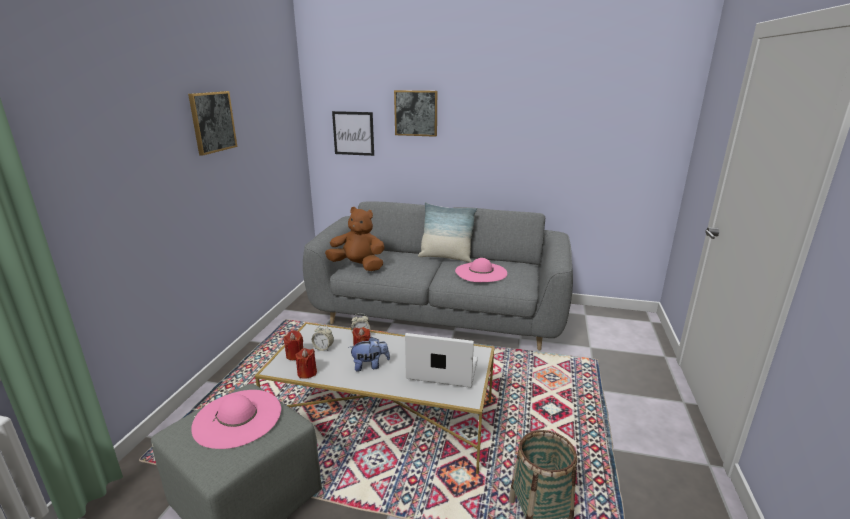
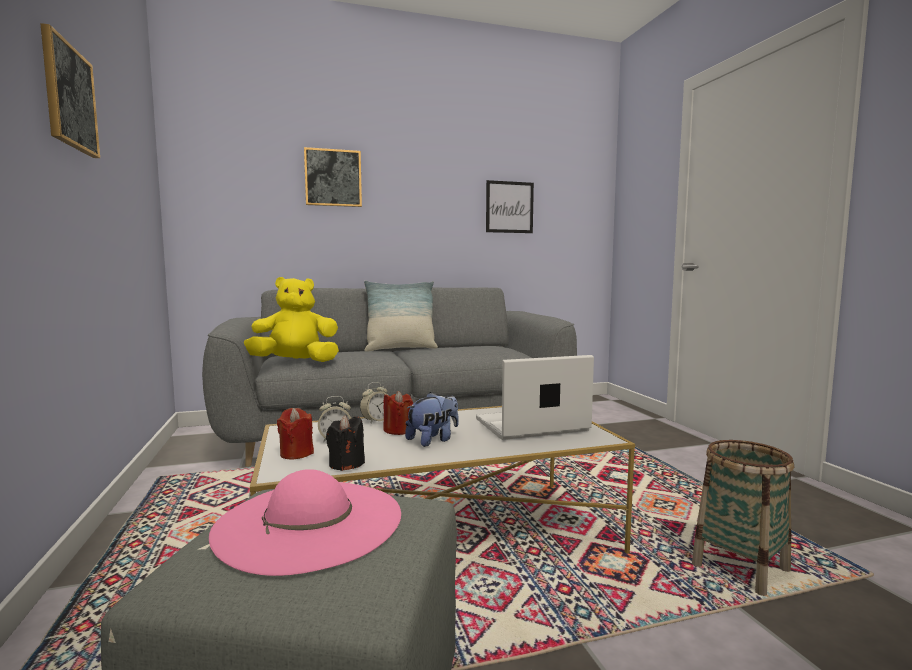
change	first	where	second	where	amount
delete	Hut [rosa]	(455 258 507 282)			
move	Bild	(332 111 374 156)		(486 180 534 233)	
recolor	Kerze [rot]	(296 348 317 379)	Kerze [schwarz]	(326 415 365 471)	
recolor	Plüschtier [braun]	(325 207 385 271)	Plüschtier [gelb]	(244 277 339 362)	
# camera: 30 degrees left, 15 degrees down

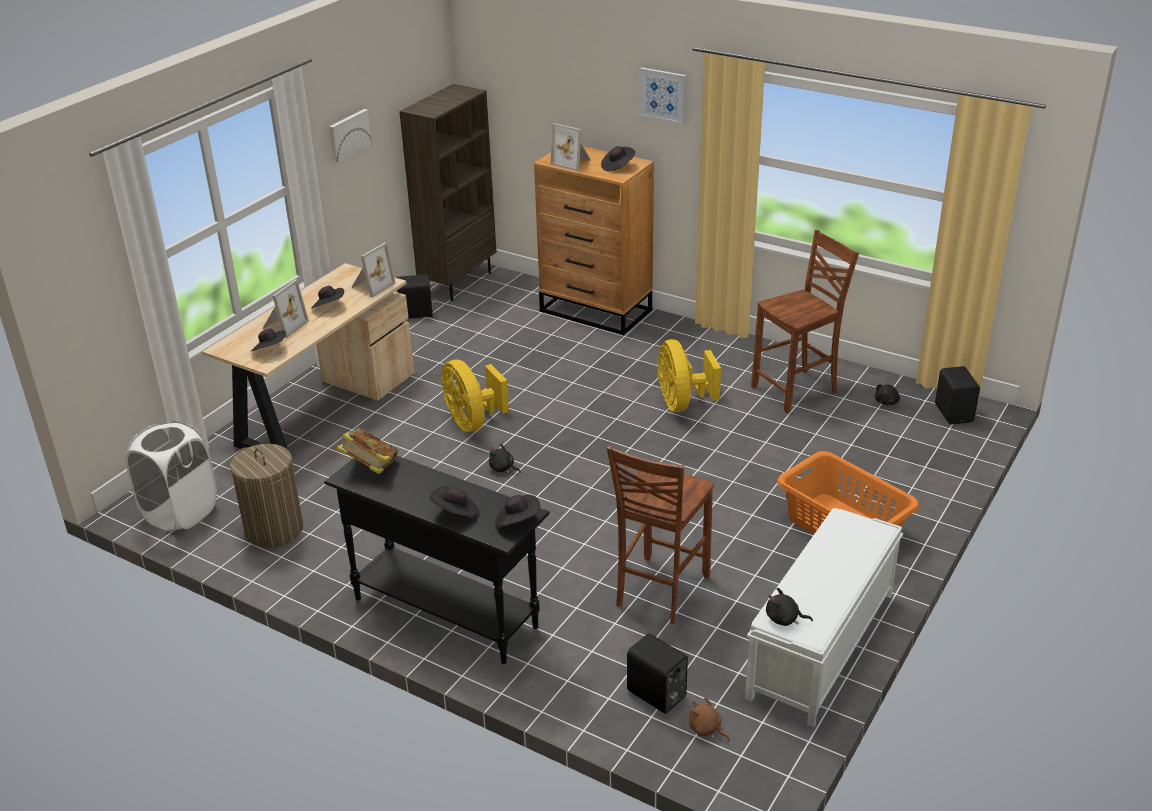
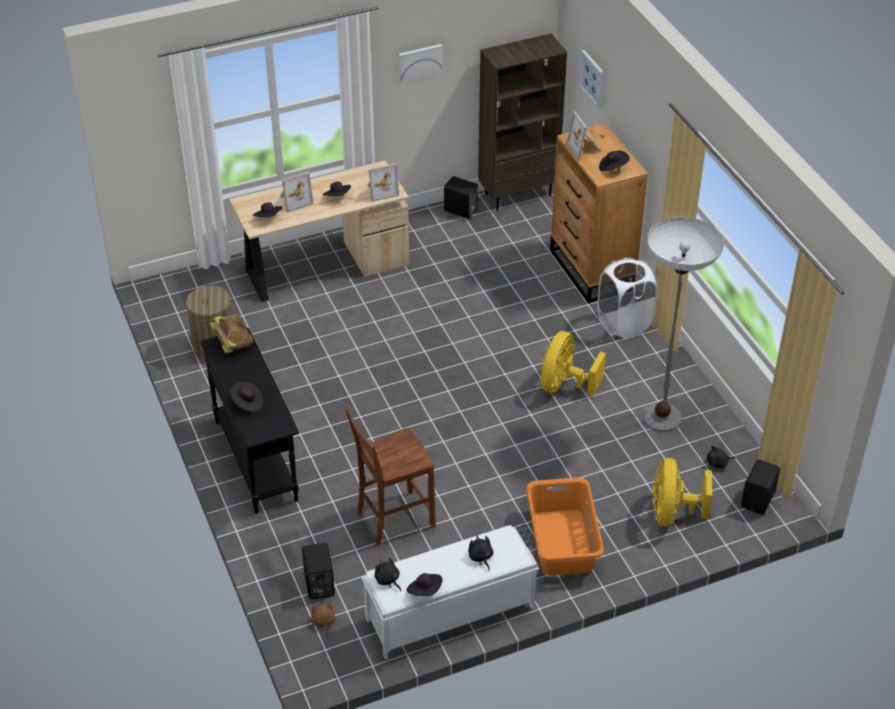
change	first	where	second	where	amount
move	Wäschekorb [weiß]	(126 421 217 532)		(597 258 657 338)	
move	Ventilator [gelb]	(442 359 509 432)		(652 458 712 526)	
move	Plüschtier [schwarz]	(489 443 521 473)		(468 535 494 571)	
move	Hut [schwarz]	(495 495 540 527)		(407 573 443 596)	
move	Bild	(640 67 687 125)		(579 50 603 108)	
replace	Stuhl [braun]	(751 230 859 413)	Stehlampe	(642 217 724 432)	
# camera: 35 degrees right, 10 degrees up

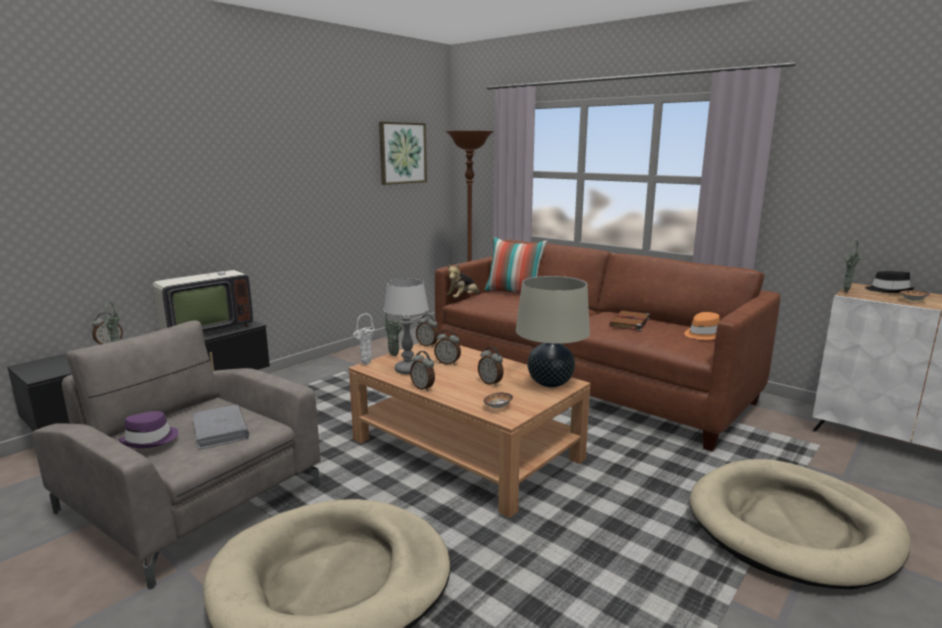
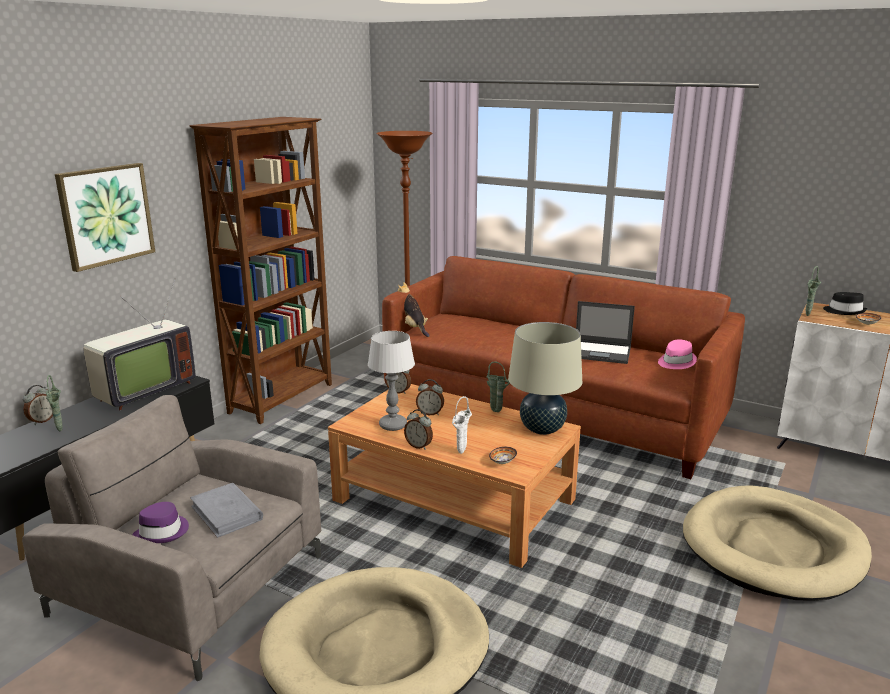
change	first	where	second	where	amount
delete	Wecker	(478 347 504 386)			
delete	Kissen	(484 237 547 293)			
insert			Bücherregal [braun]	(190 117 332 424)	
move	Vase [weiß]	(353 313 375 365)		(452 396 472 454)	
move	Bild	(379 121 427 185)		(55 163 155 272)	
move	Vase [grün]	(384 313 402 356)		(486 361 510 412)	
replace	Buch [braun]	(609 311 650 331)	Laptop	(576 301 635 364)	
recolor	Hut [orange]	(684 312 720 340)	Hut [rosa]	(658 339 697 369)	
rotate	Plüschtier	(447 264 480 298)		(398 282 430 337)	120 degrees clockwise
# camera: 10 degrees left, 5 degrees up

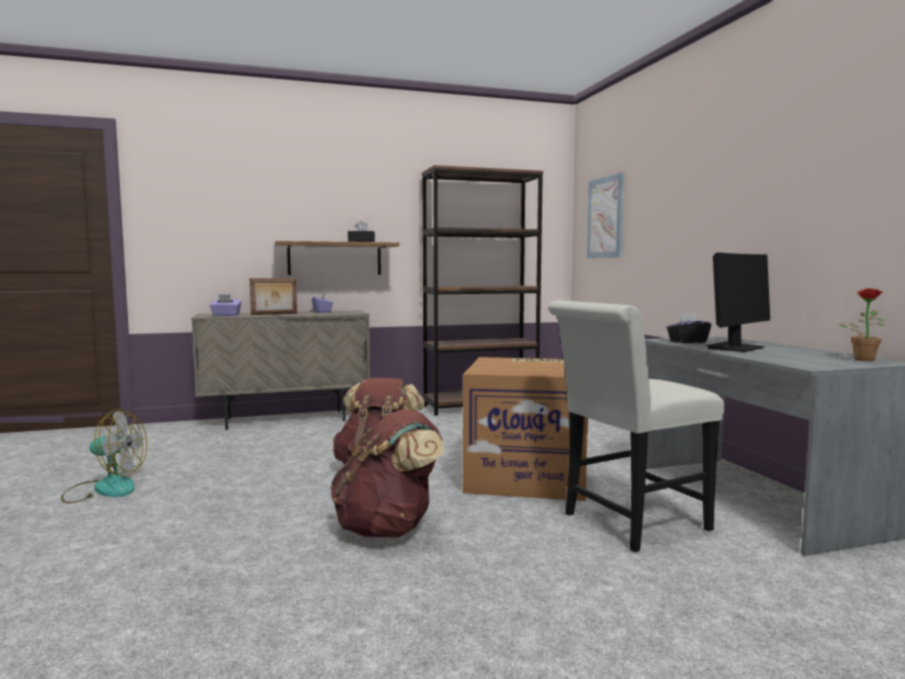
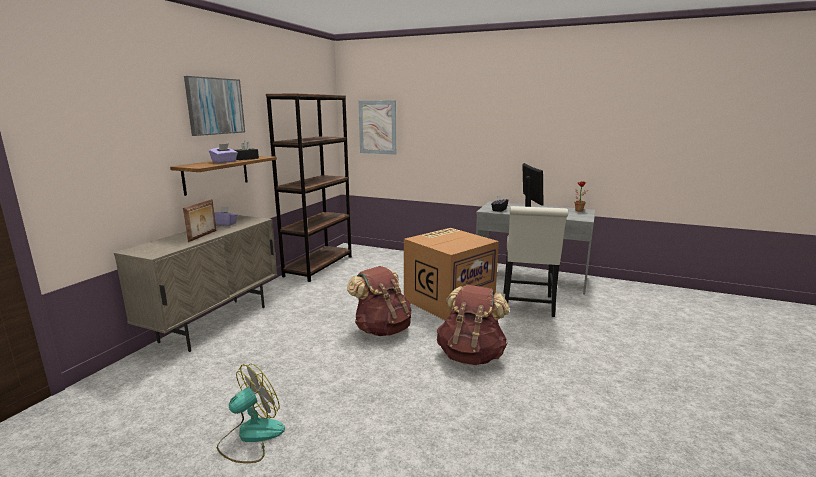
change	first	where	second	where	amount
insert			Bild	(184 76 245 136)	
move	Taschentuchbox [lila]	(209 294 242 316)		(209 143 238 163)	
# camera: 50 degrees left, 10 degrees up

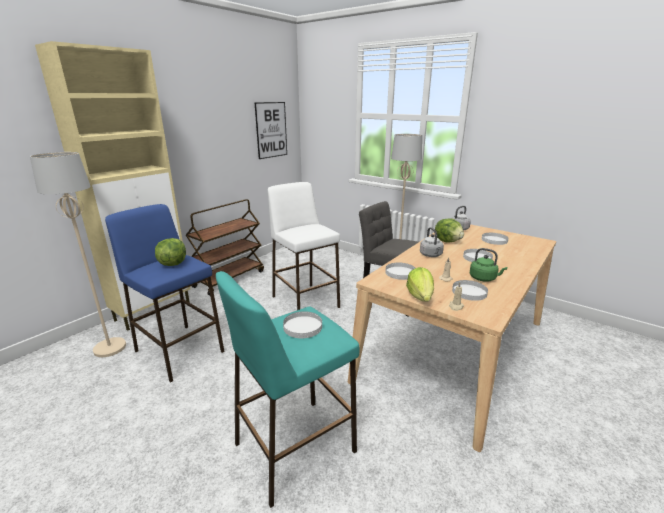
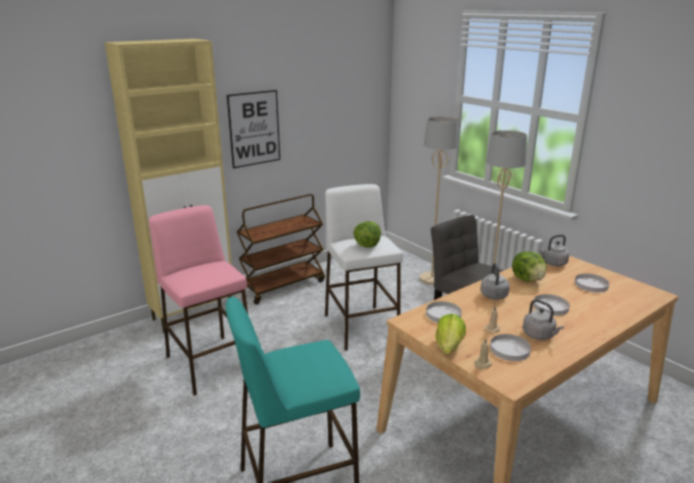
change	first	where	second	where	amount
delete	Teller [weiß]	(283 311 322 338)			
move	Stehlampe [beige]	(30 152 126 357)		(420 116 459 285)	
move	Salatkopf	(155 238 186 266)		(354 221 381 248)	
move	Bild	(255 102 287 159)		(227 90 280 168)	
recolor	Hocker [blau]	(105 204 225 382)	Hocker [rosa]	(149 205 248 396)	
recolor	Wasserkessel [grün]	(470 248 507 282)	Wasserkessel [grau]	(523 300 564 340)	
# camera: 15 degrees right, 0 degrees up

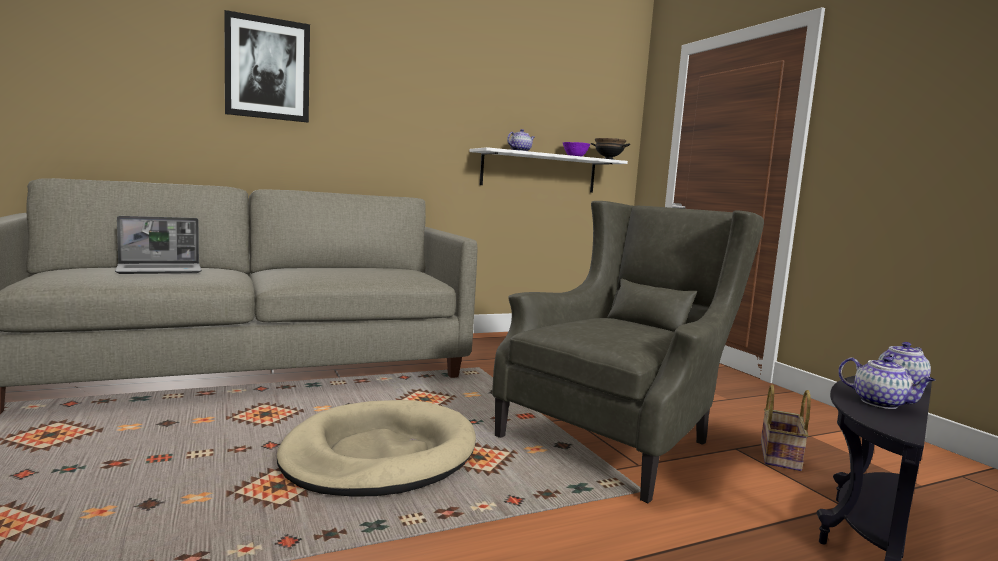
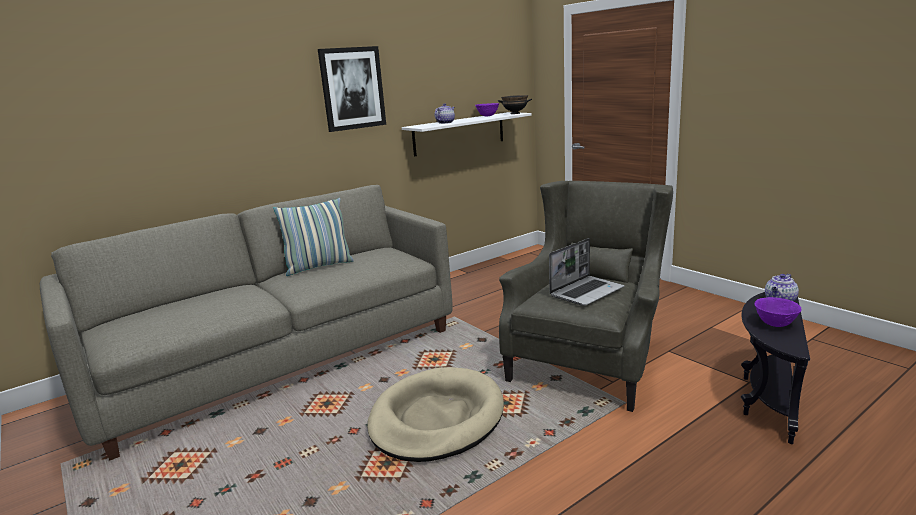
change	first	where	second	where	amount
delete	Korb	(761 385 811 471)			
insert			Kissen	(273 198 354 276)	
move	Laptop	(115 216 202 274)		(549 238 624 306)	
move	Bild	(224 10 310 122)		(318 46 386 132)	
replace	Teekanne	(838 356 935 409)	Schüssel [lila]	(754 297 802 327)	
# camera: 10 degrees left, 10 degrees up

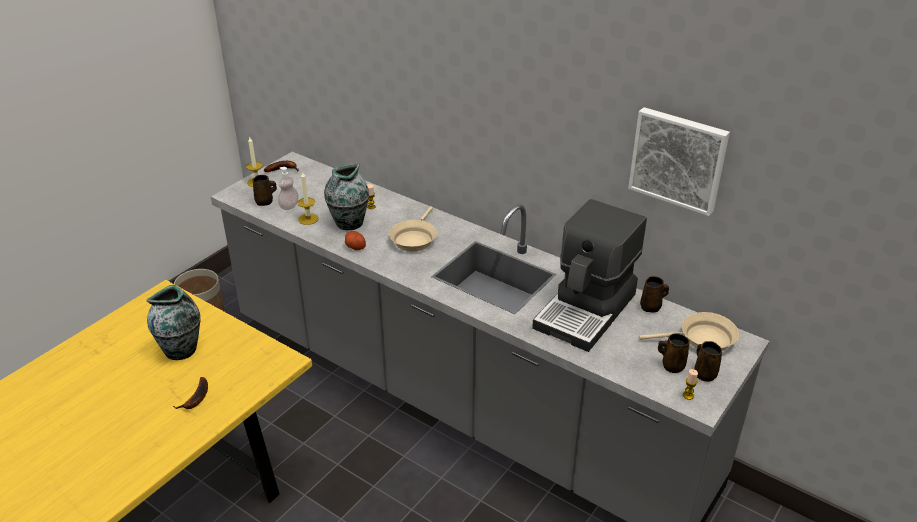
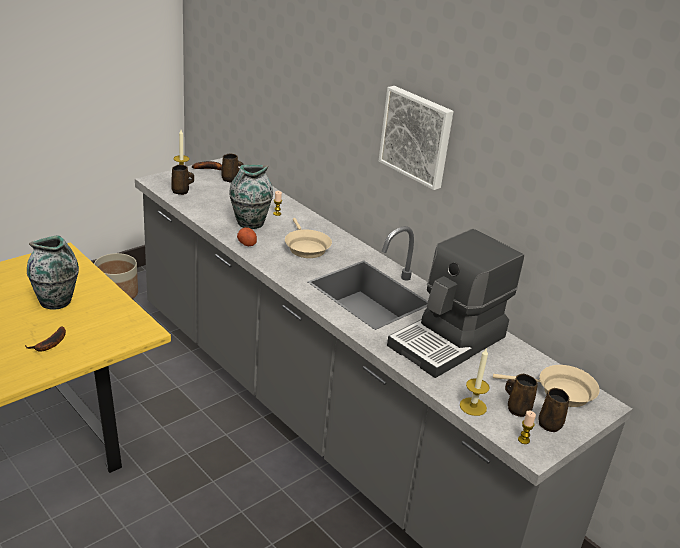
change	first	where	second	where	amount
delete	Seifenspender	(278 167 299 210)			
move	Kerze	(298 171 319 225)		(460 349 490 416)	
move	Bild	(628 107 730 216)		(379 86 454 190)	
move	Henkelbecher [braun]	(640 276 669 313)		(221 153 244 182)	
rotate	Pfanne [beige]	(389 206 437 251)		(285 218 332 258)	45 degrees counterclockwise
# camera: 10 degrees right, 5 degrees down

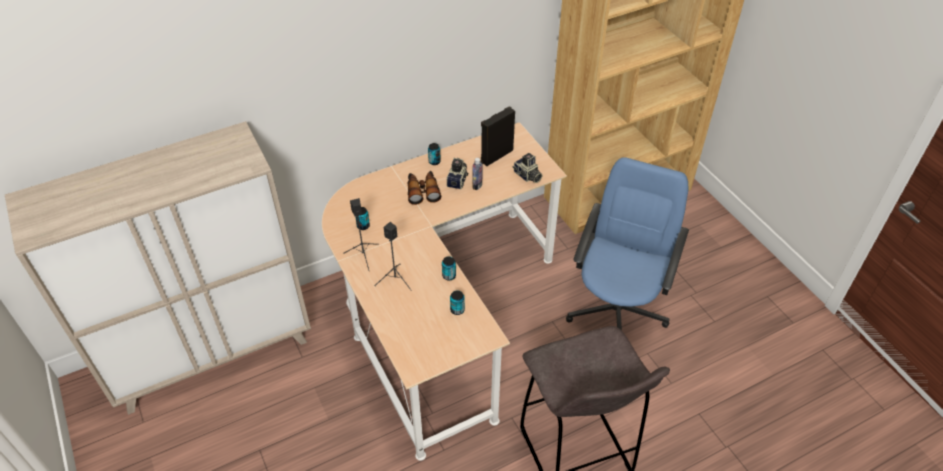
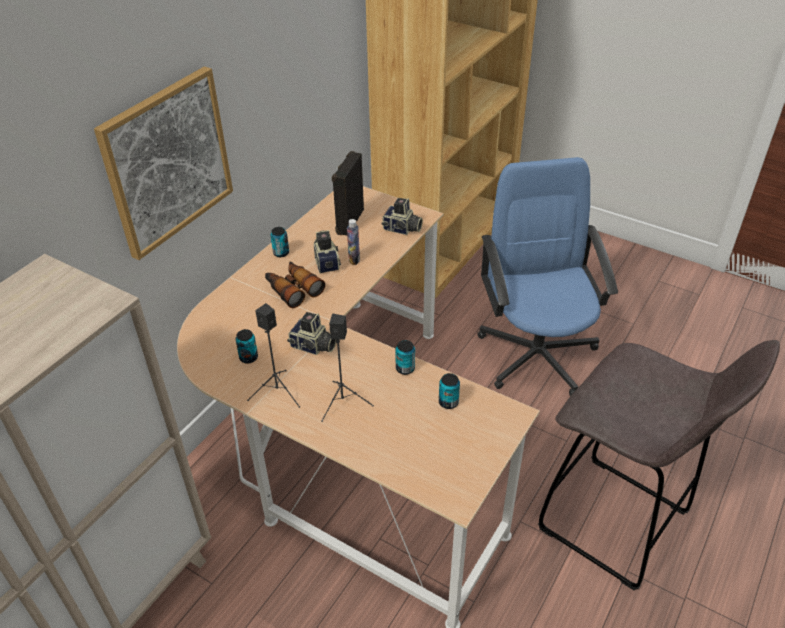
change	first	where	second	where	amount
insert			Bild	(94 66 233 260)	
insert			Kamera	(287 312 336 355)	
# camera: 30 degrees left, 5 degrees down

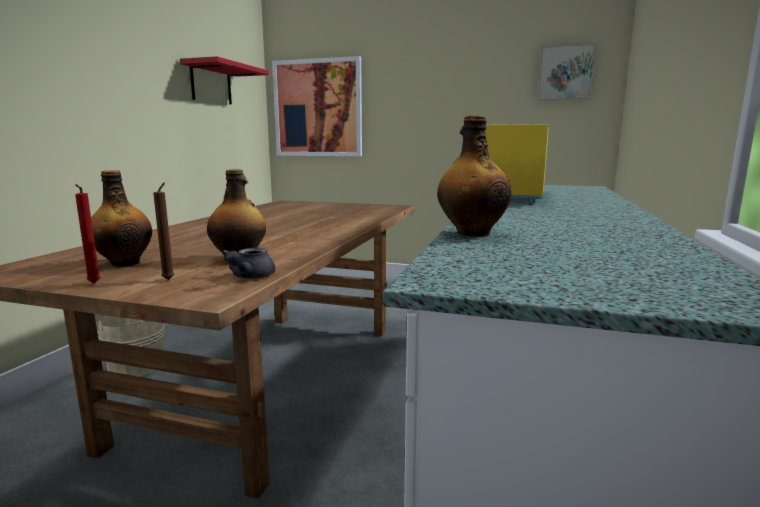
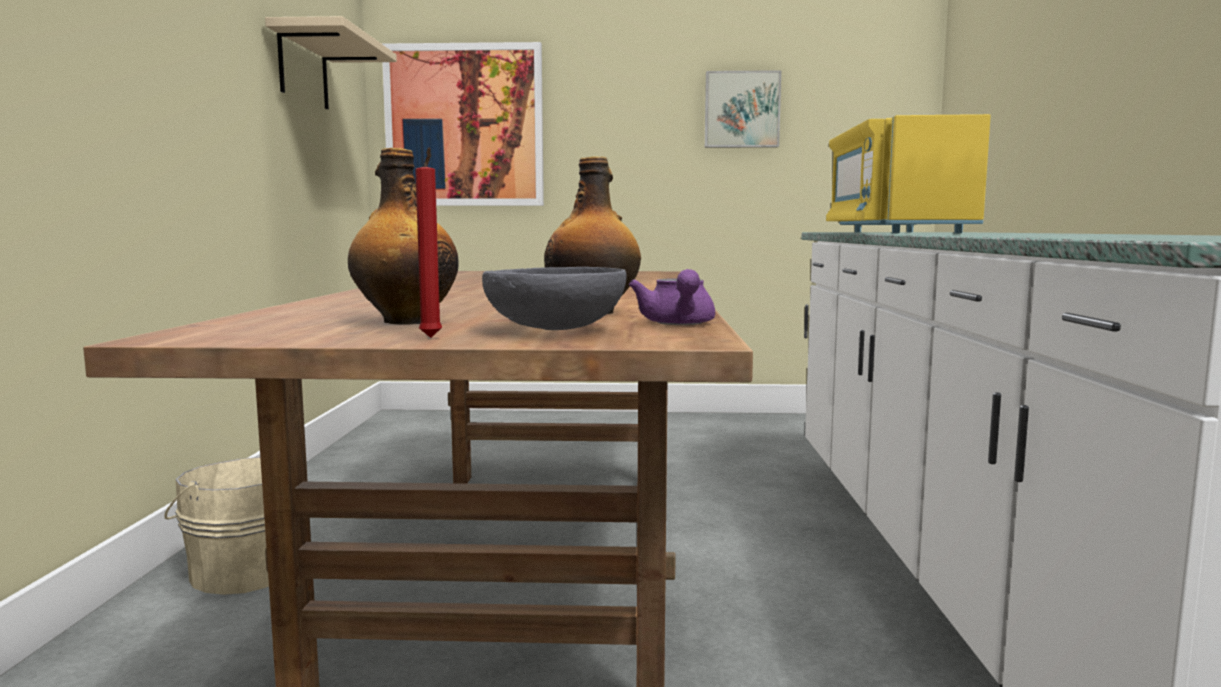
change	first	where	second	where	amount
delete	Flasche	(437 115 511 237)			
move	Bild	(537 44 596 100)		(705 70 781 148)	
replace	Kerze [braun]	(153 183 174 280)	Schüssel [grau]	(482 267 627 330)	
recolor	Wandregal [rot]	(180 56 269 104)	Wandregal [beige]	(265 16 397 109)	
recolor	Teekanne [grau]	(222 248 275 279)	Teekanne [lila]	(629 269 715 325)	
# camera: 15 degrees left, 5 degrees down

